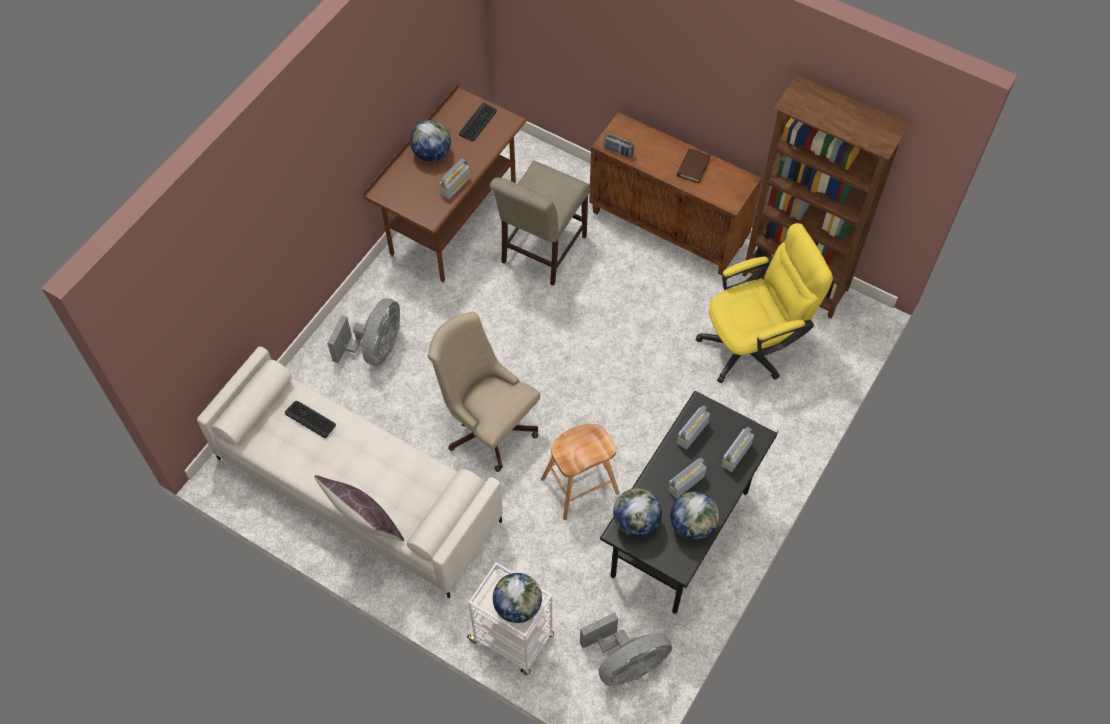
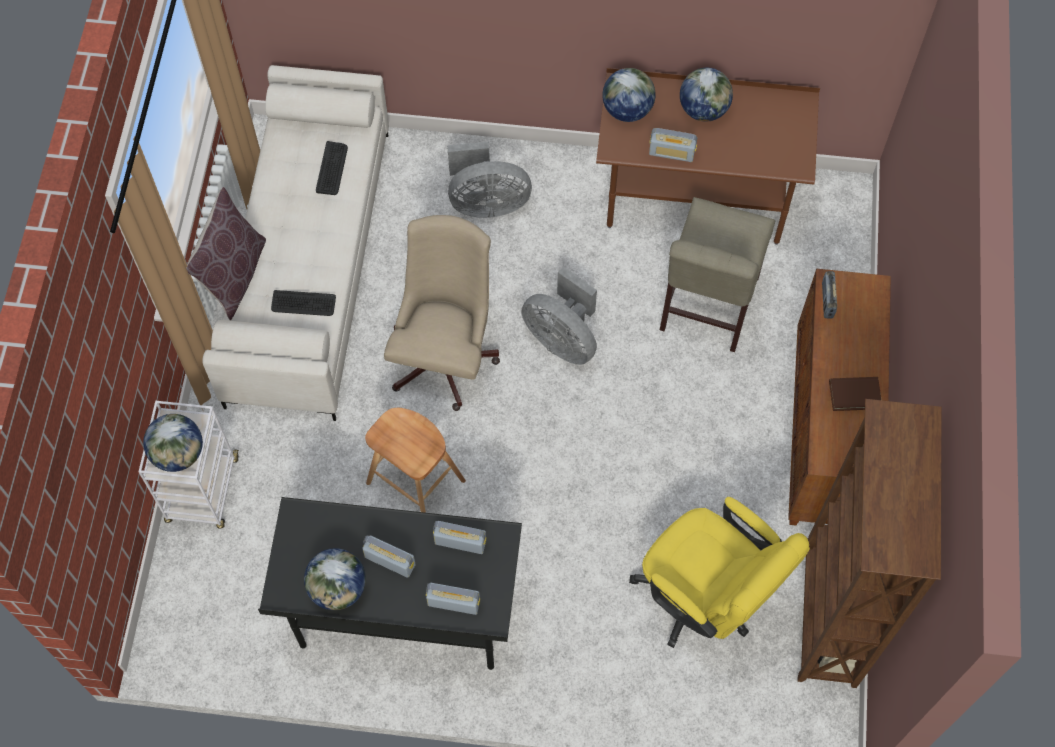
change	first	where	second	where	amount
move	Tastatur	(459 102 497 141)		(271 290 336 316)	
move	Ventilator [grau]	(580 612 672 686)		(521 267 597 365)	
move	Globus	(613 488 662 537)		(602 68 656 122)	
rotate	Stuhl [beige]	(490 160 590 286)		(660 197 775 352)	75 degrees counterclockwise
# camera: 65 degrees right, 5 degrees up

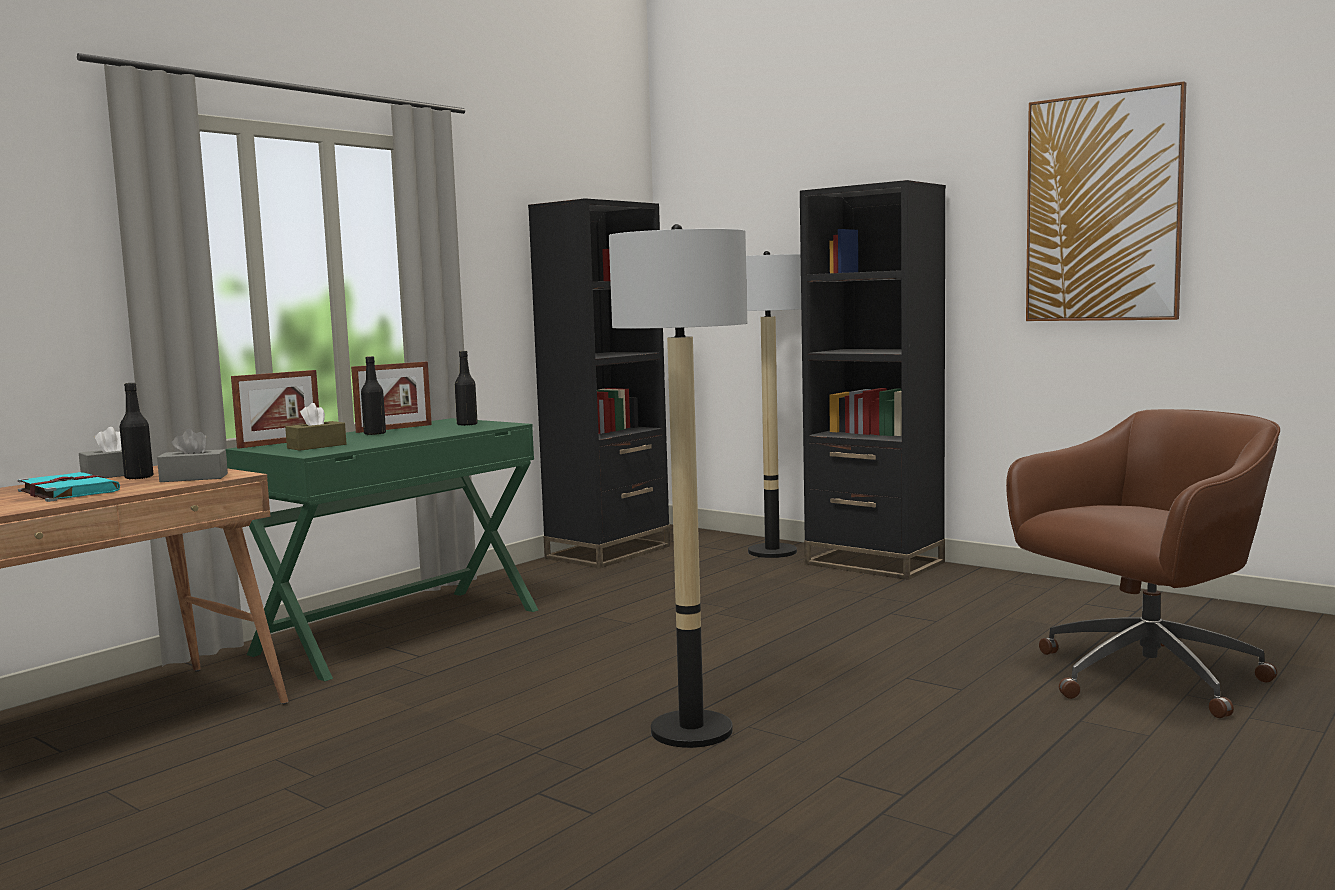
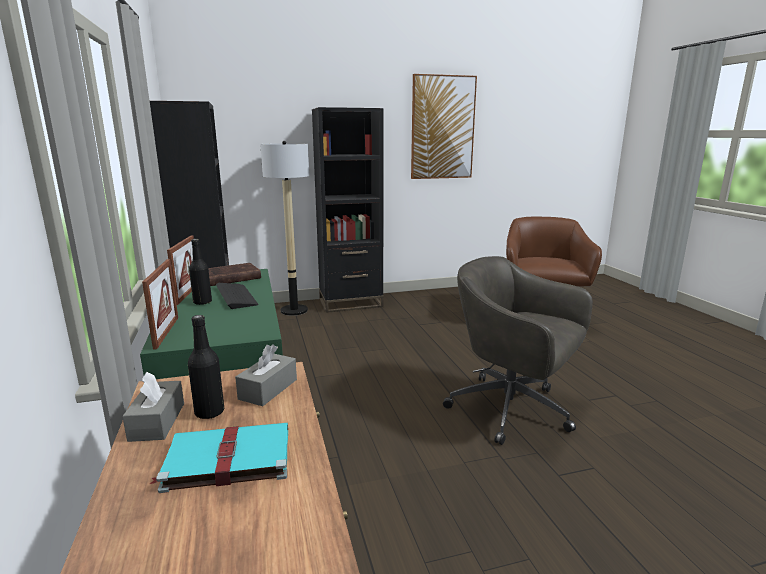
change	first	where	second	where	amount
delete	Taschentuchbox [braun]	(285 403 347 451)			
insert			Tastatur	(216 283 259 309)	
replace	Flasche [schwarz]	(455 351 478 426)	Buch [braun]	(208 263 261 286)	
replace	Stehlampe	(609 224 747 748)	Bürostuhl [grau]	(443 256 593 445)	
# camera: 55 degrees left, 10 degrees up

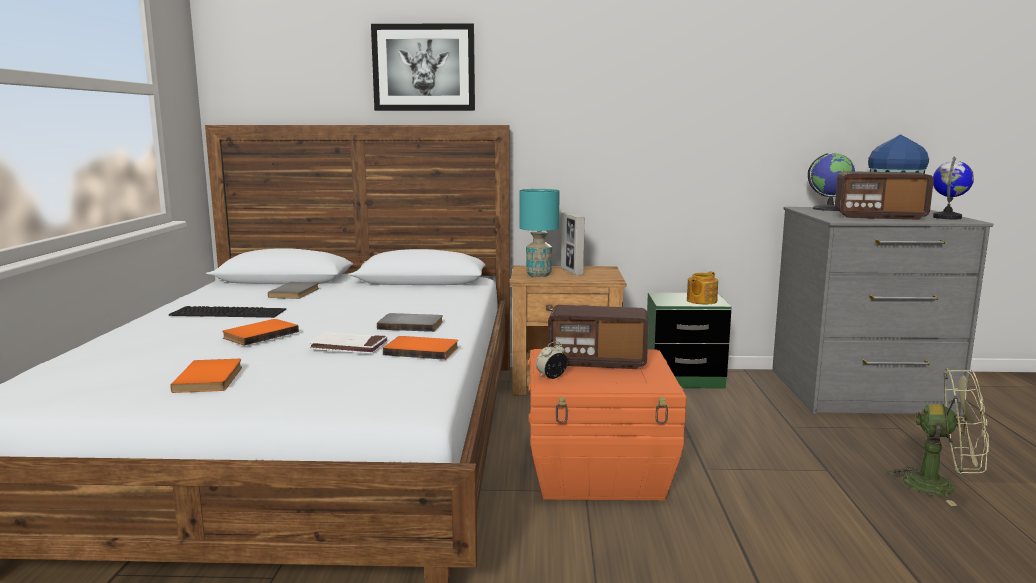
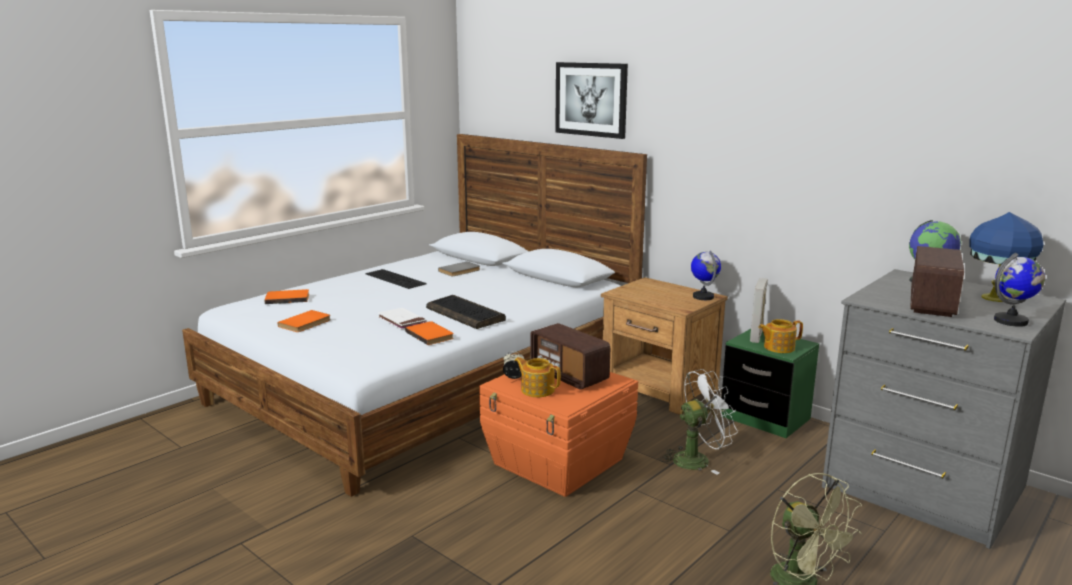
change	first	where	second	where	amount
delete	Tischlampe [türkis]	(519 189 560 277)			
insert			Teekanne	(514 357 561 397)	
insert			Ventilator [weiß]	(661 369 738 475)	
insert			Globus	(691 250 721 300)	
move	Buch [orange]	(222 319 299 345)		(264 289 309 304)	
move	Bilderrahmen	(561 212 585 276)		(750 278 768 343)	
replace	Buch [grau]	(377 313 443 332)	Tastatur	(426 295 506 329)	
rotate	Radio	(835 171 934 220)		(910 246 964 317)	120 degrees counterclockwise
# camera: 40 degrees right, 5 degrees up

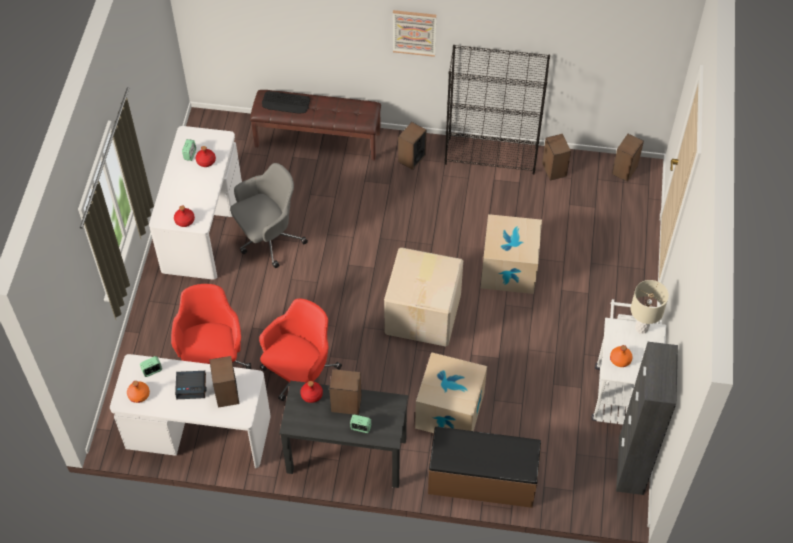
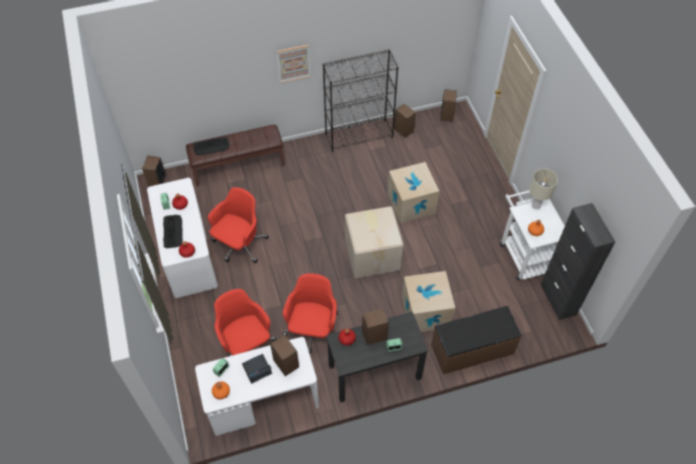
change	first	where	second	where	amount
insert			Tastatur	(163 215 183 248)	
move	Lautsprecher	(398 122 426 170)		(142 156 166 187)	
recolor	Bürostuhl [grau]	(230 163 308 268)	Bürostuhl [rot]	(208 187 269 263)	
# camera: 25 degrees left, 0 degrees up

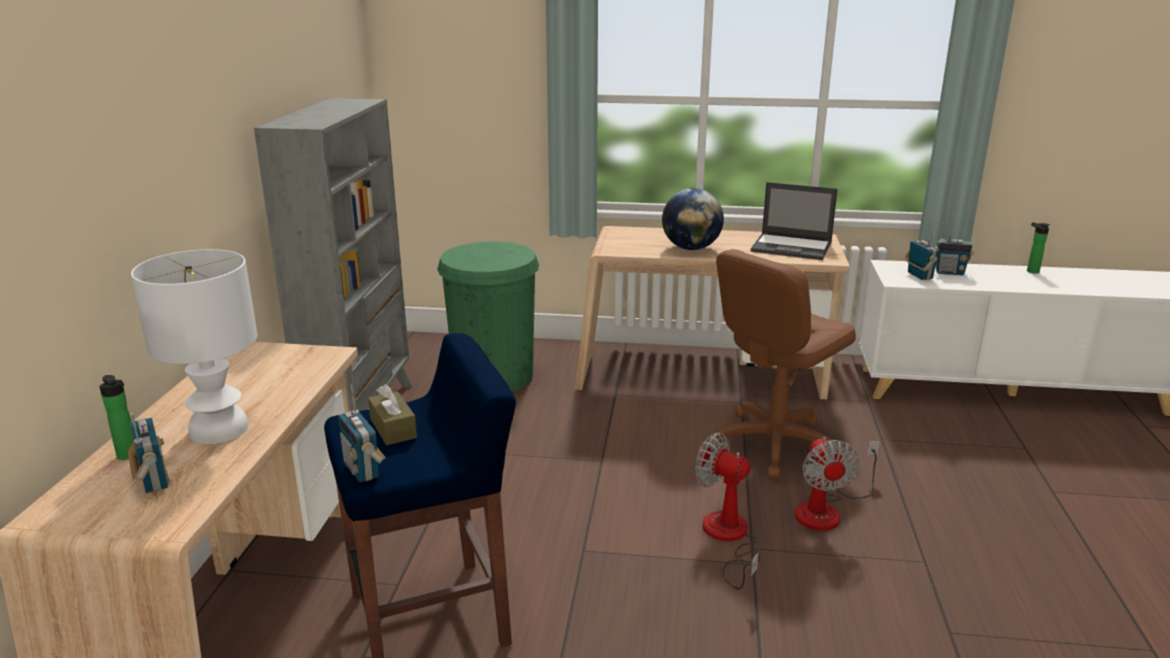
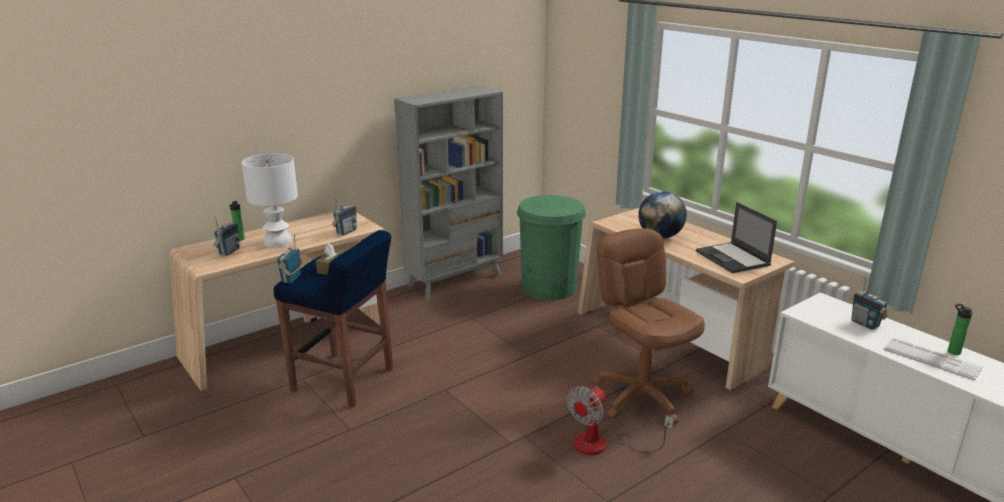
change	first	where	second	where	amount
delete	Ventilator	(695 432 760 590)			
insert			Tastatur	(883 337 982 381)	
move	Radio	(904 231 939 280)		(332 198 357 235)	
rotate	Bürostuhl [braun]	(708 249 856 479)		(592 228 705 424)	60 degrees clockwise
# camera: 45 degrees right, 0 degrees up

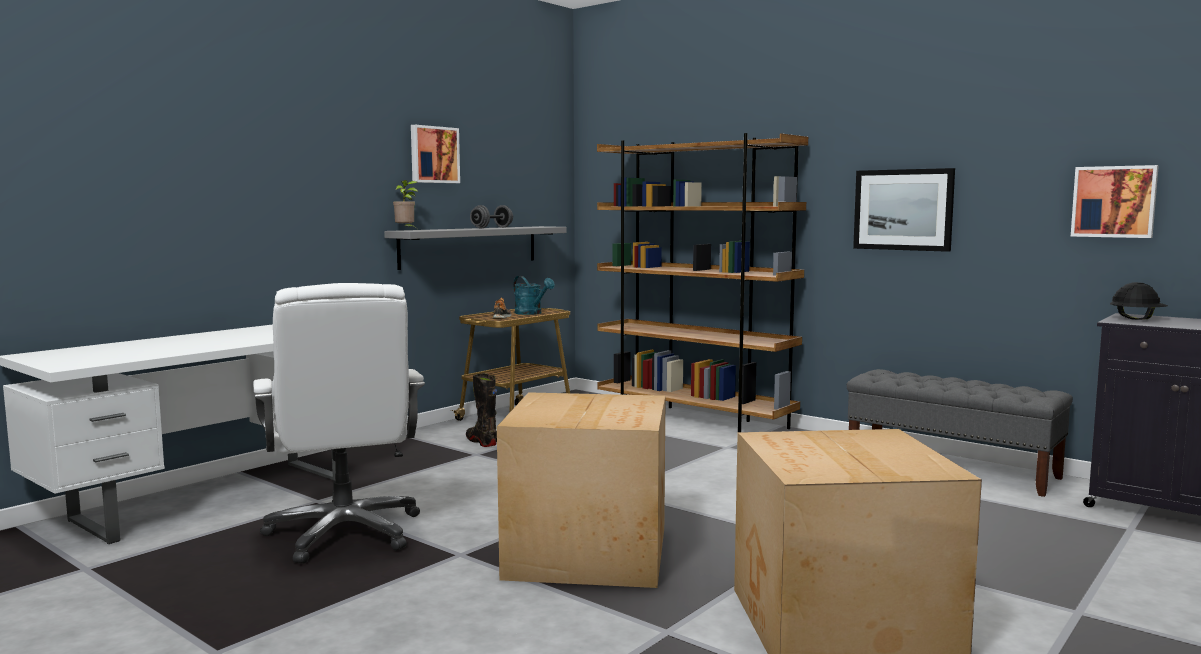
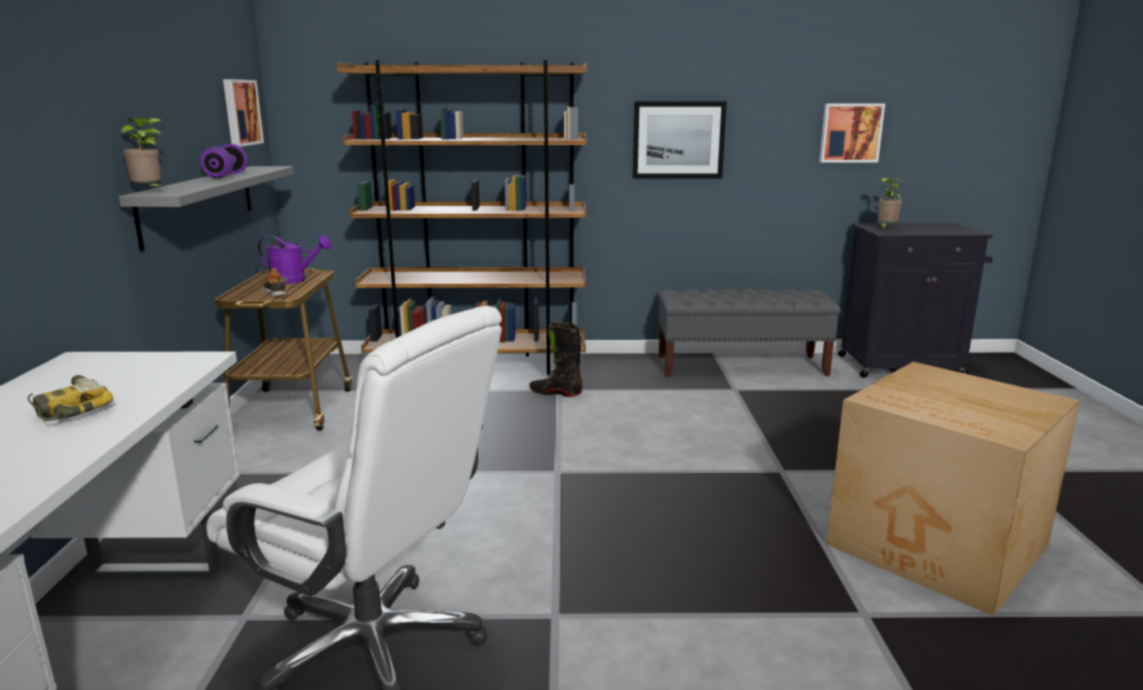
change	first	where	second	where	amount
delete	Karton	(497 392 666 588)			
insert			Bohrmaschine	(27 375 113 421)	
move	Bild	(411 125 460 183)		(223 79 264 147)	
move	Stiefel [schwarz]	(466 373 497 447)		(529 322 583 397)	
replace	Schutzhelm [schwarz]	(1110 282 1168 320)	Topfpflanze	(878 178 904 230)	
recolor	Hantel [grau]	(470 205 513 228)	Hantel [lila]	(200 144 248 178)	
recolor	Gießkanne [türkis]	(513 276 555 315)	Gießkanne [lila]	(258 235 331 284)	
# camera: 40 degrees left, 10 degrees up

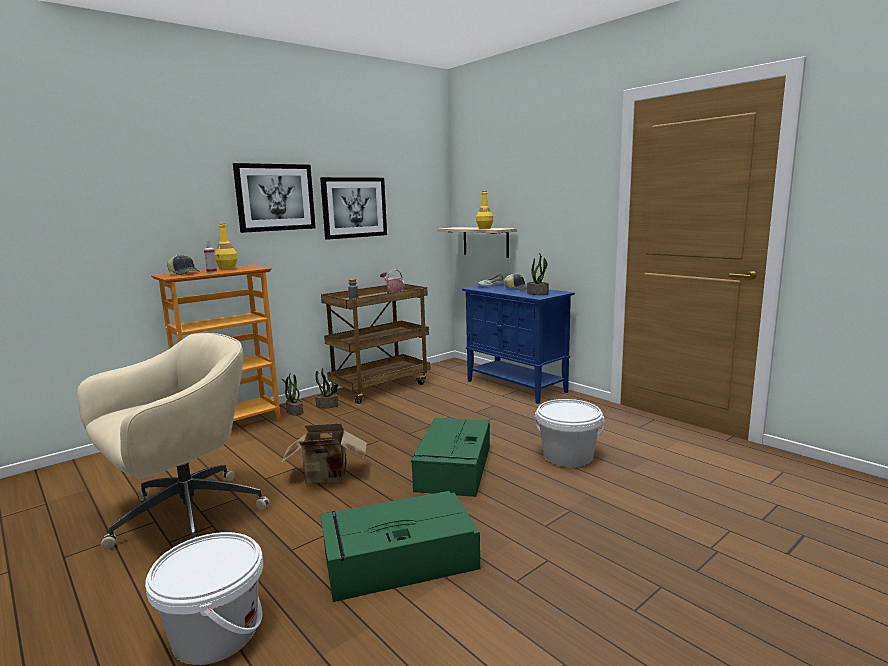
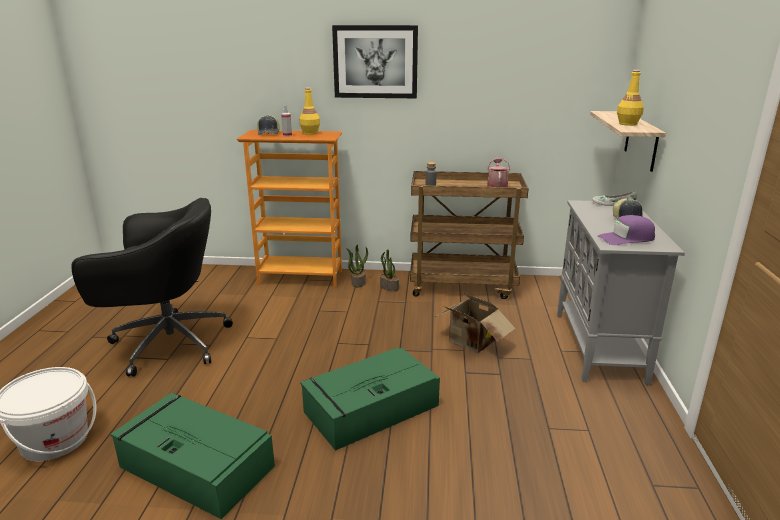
change	first	where	second	where	amount
delete	Bild	(320 177 387 240)			
delete	Eimer [weiß]	(534 399 605 467)			
move	Karton	(281 423 367 484)		(435 293 516 353)	
replace	Topfpflanze	(527 253 549 295)	Kappe [lila]	(598 215 655 245)	
recolor	Bürostuhl [beige]	(77 333 270 549)	Bürostuhl [schwarz]	(72 198 233 377)	
recolor	Schrank [blau]	(462 284 575 404)	Schrank [grau]	(557 200 685 385)	
# camera: 45 degrees right, 10 degrees up

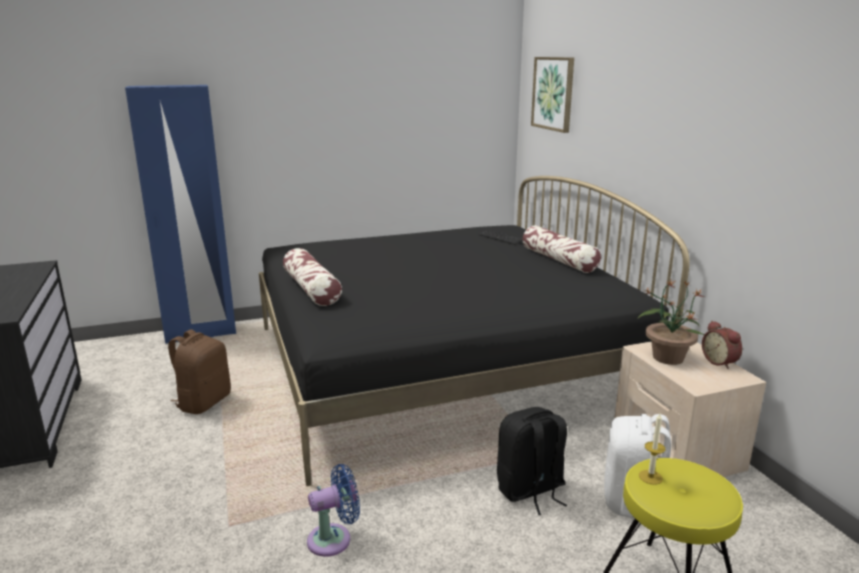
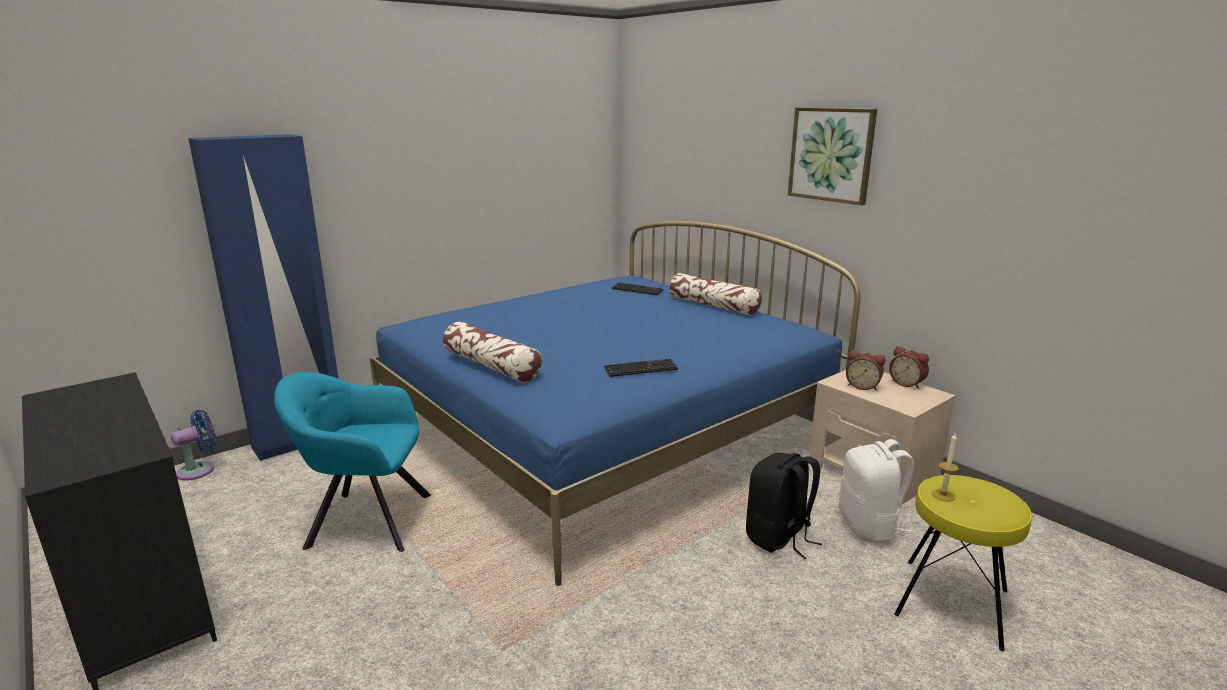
change	first	where	second	where	amount
insert			Tastatur	(604 358 678 377)	
move	Ventilator [blau]	(307 464 360 557)		(171 410 217 481)	
move	Bild	(531 57 574 133)		(788 107 877 205)	
replace	Rucksack [braun]	(168 330 231 414)	Sessel [türkis]	(274 372 431 552)	
replace	Topfpflanze	(638 280 705 365)	Wecker	(846 350 885 391)	
recolor	Bett [schwarz]	(259 176 690 486)	Bett [blau]	(370 221 861 586)	
# camera: 20 degrees left, 0 degrees up

